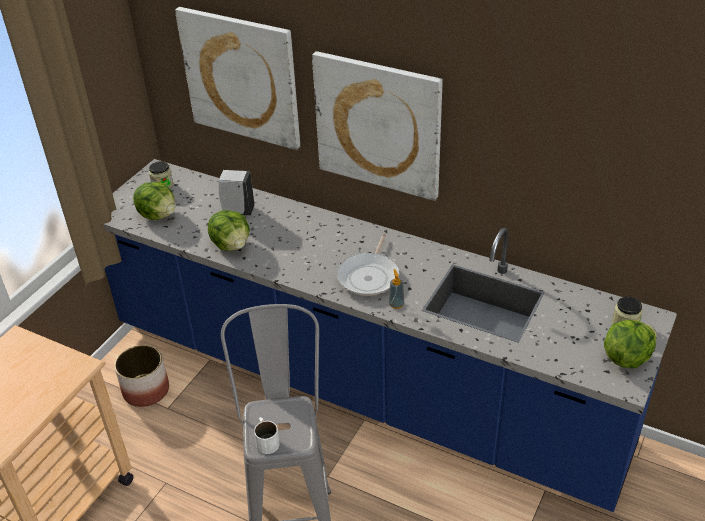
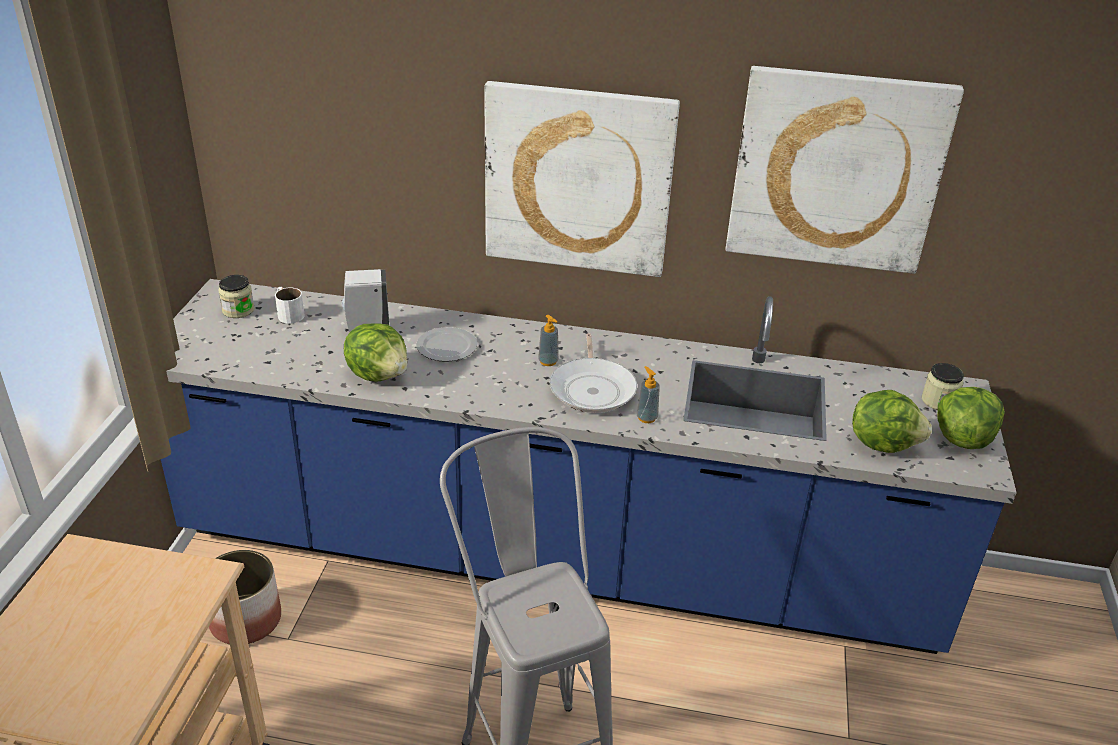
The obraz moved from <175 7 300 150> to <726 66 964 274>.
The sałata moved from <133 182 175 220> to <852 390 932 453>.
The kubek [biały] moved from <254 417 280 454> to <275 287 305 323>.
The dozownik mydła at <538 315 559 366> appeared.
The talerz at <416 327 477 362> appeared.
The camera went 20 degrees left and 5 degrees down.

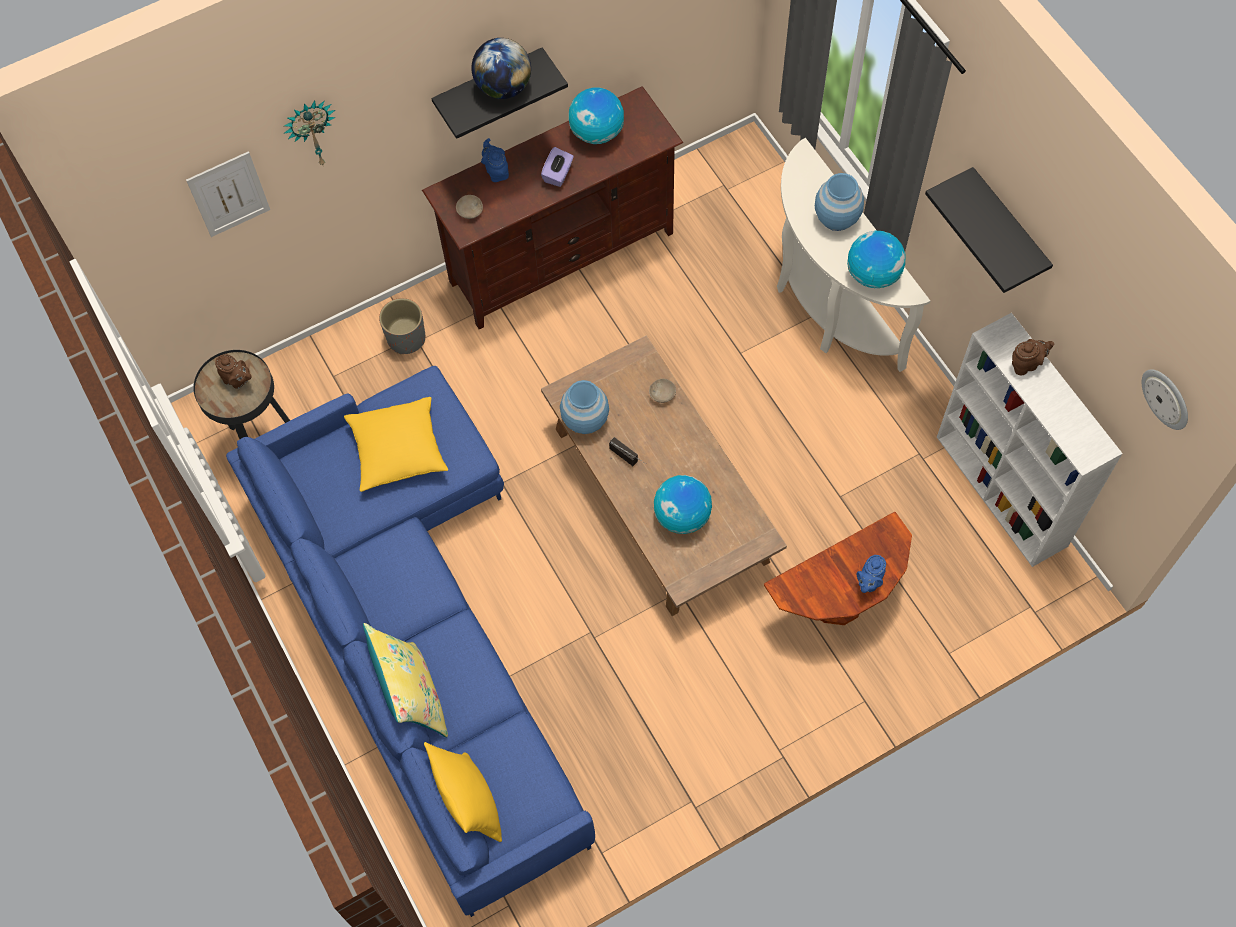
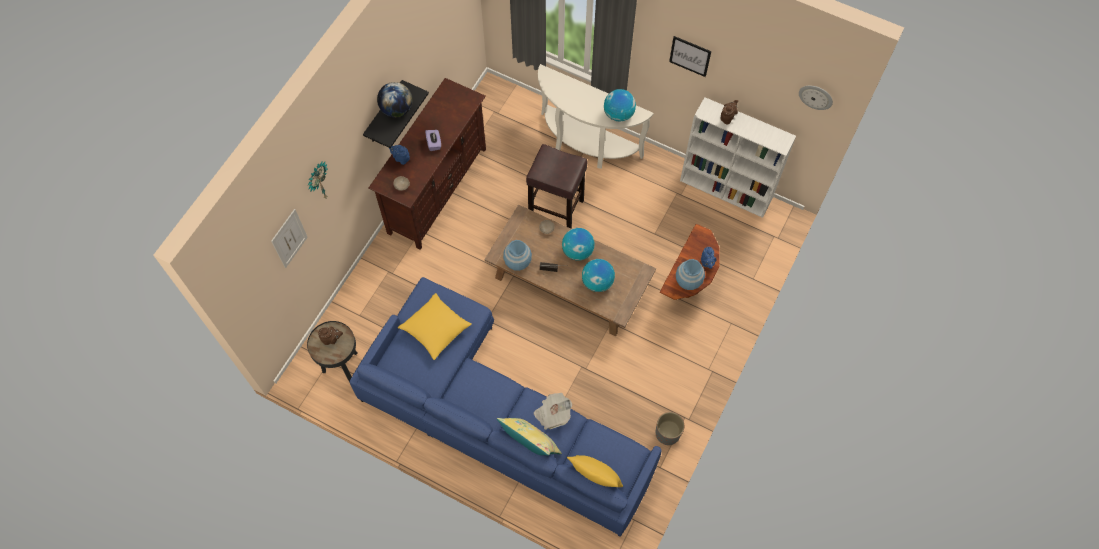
The globus moved from <569 88 624 144> to <562 228 594 261>.
The półka [czarny] at <925 167 1053 293> was replaced by the obraz at <669 36 711 77>.
The wazon [niebieski] moved from <815 173 864 231> to <676 259 705 290>.
The donica [szary] moved from <379 298 425 354> to <656 412 684 445>.
The stołek [brązowy] at <526 144 588 229> appeared.
The gazeta at <534 393 573 430> appeared.
The camera went 35 degrees left and 0 degrees up.

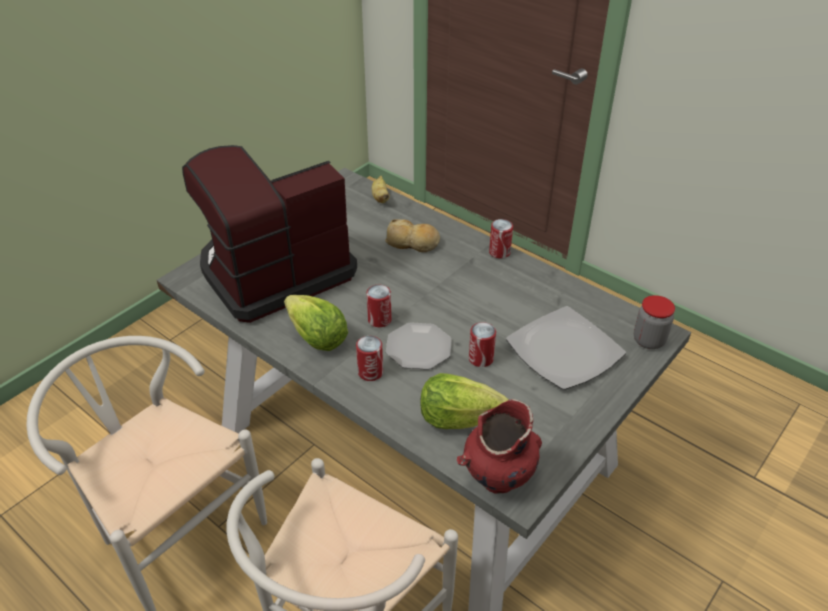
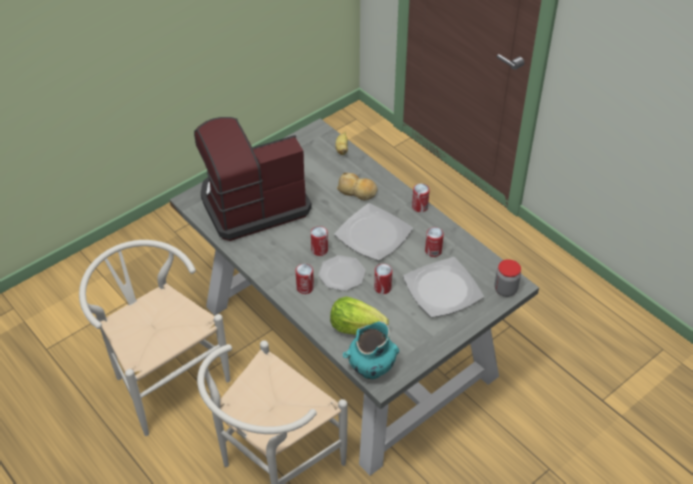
The sałata at <284 295 348 351> disappeared.
The wazon [czerwony] at <457 399 542 494> became the wazon [turkusowy] at <343 321 399 379>.
The talerz at <334 203 413 261> appeared.
The puszka at <425 227 444 257> appeared.
The camera went 10 degrees right and 5 degrees up.

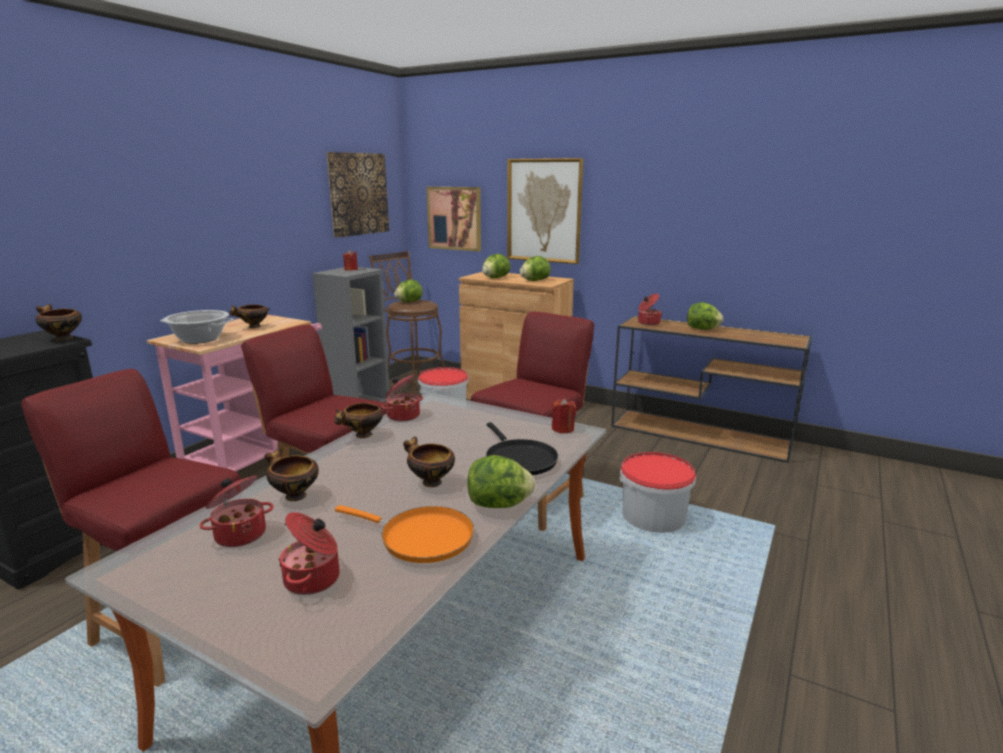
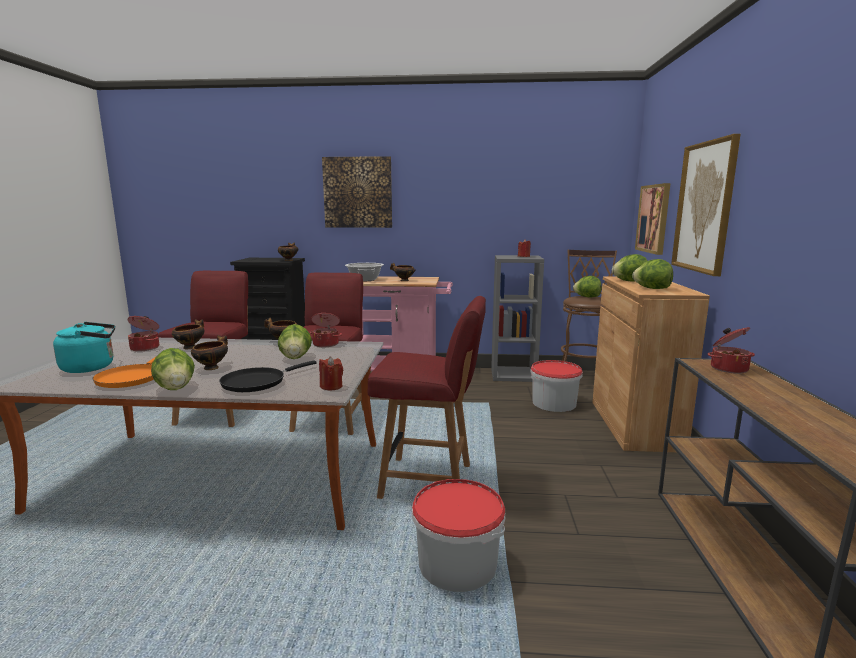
The obraz moved from <327 152 389 238> to <322 156 392 228>.
The sałata moved from <687 302 723 330> to <278 324 312 359>.
The garnek at <279 512 340 595> was replaced by the czajnik [turkusowy] at <53 322 115 373>.
The camera went 65 degrees right and 5 degrees down.

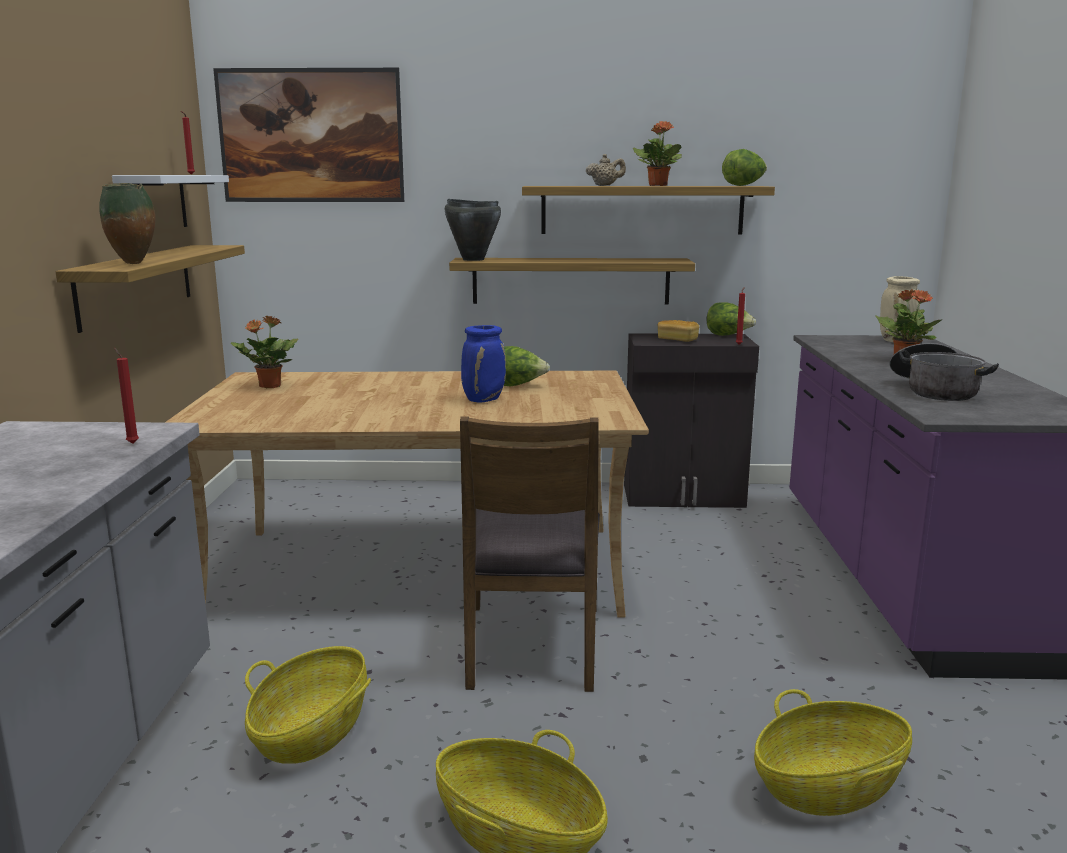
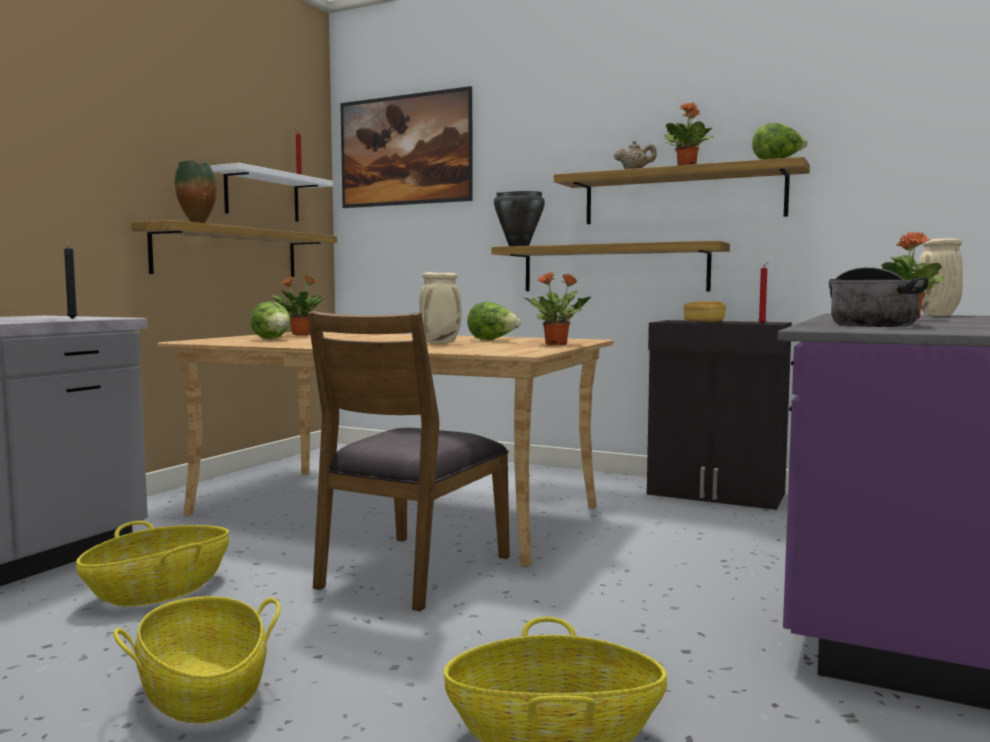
The sałata moved from <707 302 756 336> to <250 301 291 339>.
The wazon [niebieski] at <461 325 506 402> became the wazon [beżowy] at <419 272 462 343>.
The świeca [czerwony] at <114 348 139 444> became the świeca [czarny] at <64 241 78 319>.
The roślina doniczkowa at <525 272 591 345> appeared.
The camera went 25 degrees right and 10 degrees down.

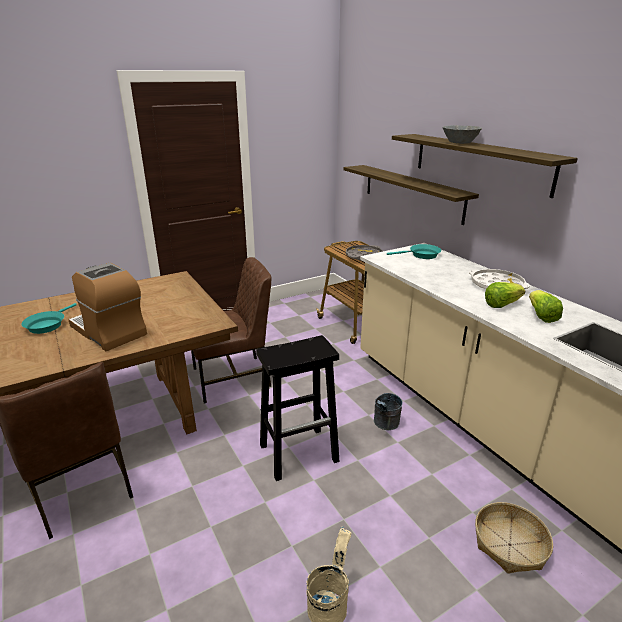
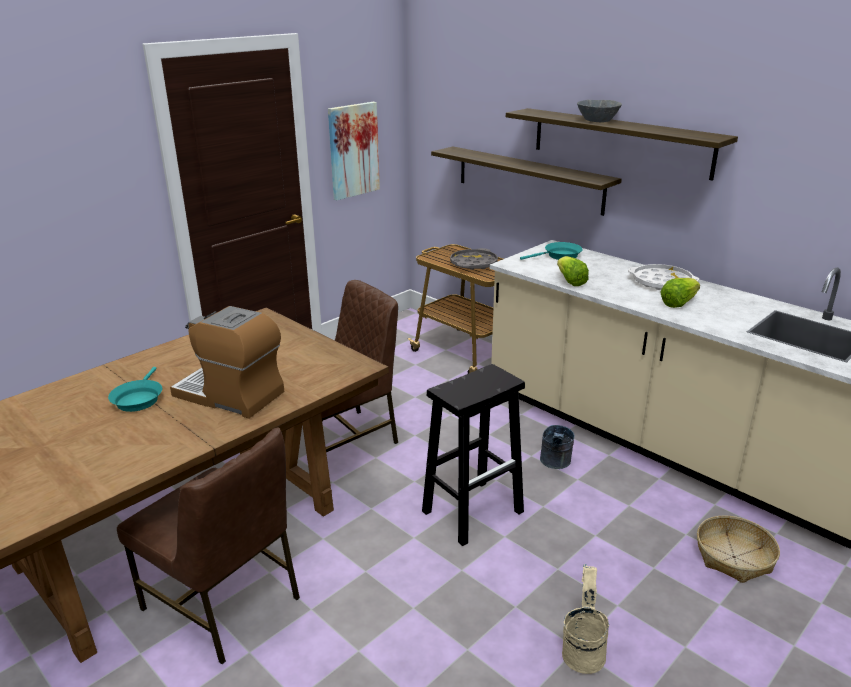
The sałata moved from <529 290 563 323> to <557 256 589 286>.
The obraz at <328 102 380 200> appeared.
The camera went 15 degrees left and 0 degrees up.

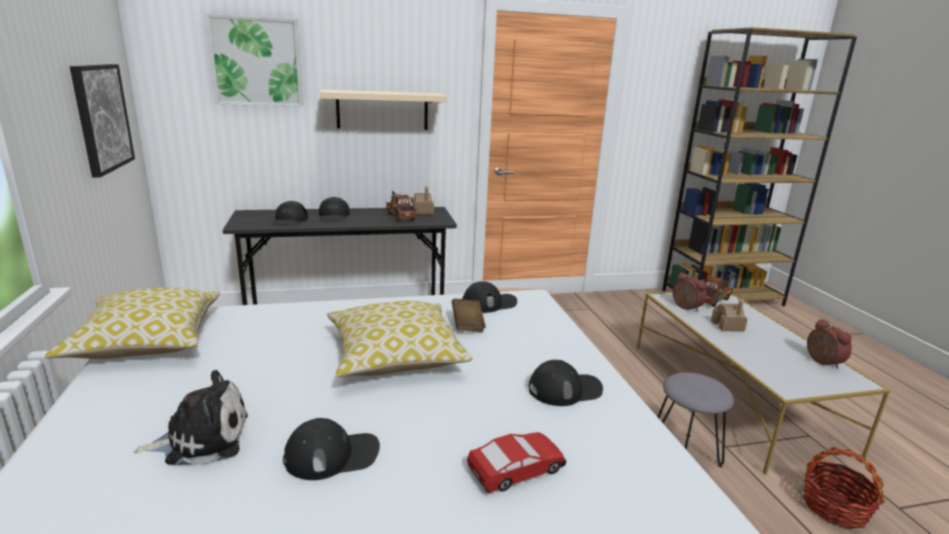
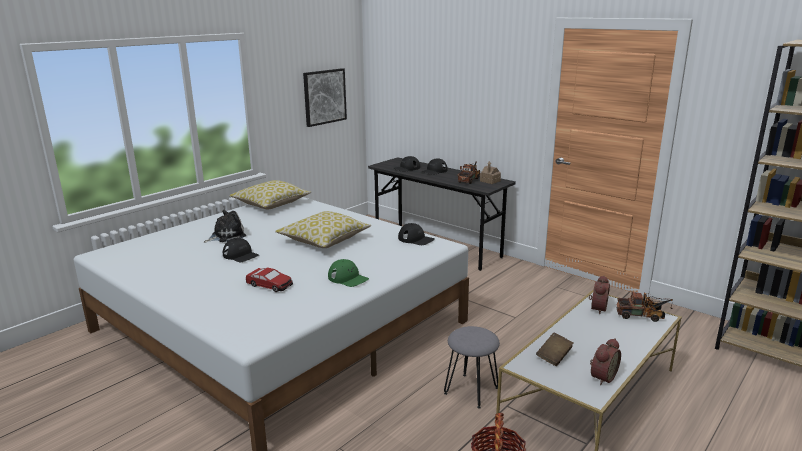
The obraz at <206 14 303 107> disappeared.
The półka [beżowy] at <320 90 447 130> disappeared.
The domek at <711 298 748 331> disappeared.
The książka [brązowy] moved from <452 299 486 332> to <536 333 573 366>.
The czapka z daszkiem [czarny] at <528 360 603 406> became the czapka z daszkiem [zielony] at <328 259 369 287>.
The pluszak at <134 370 248 465> turned 75 degrees counterclockwise.
The camera went 55 degrees right and 0 degrees up.

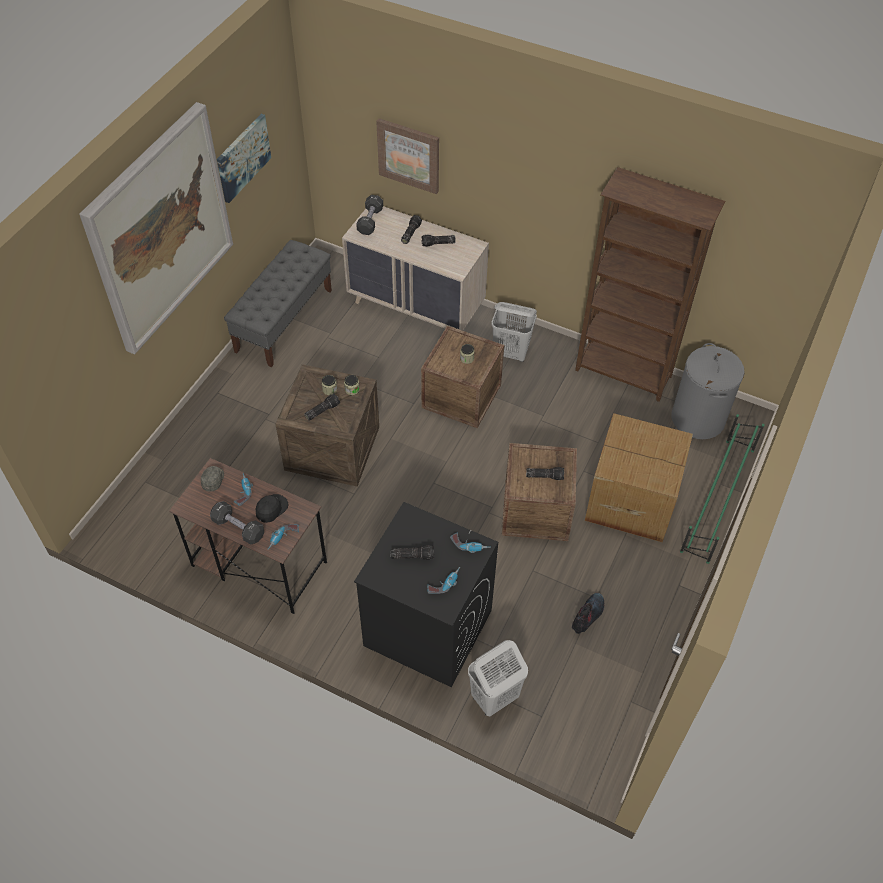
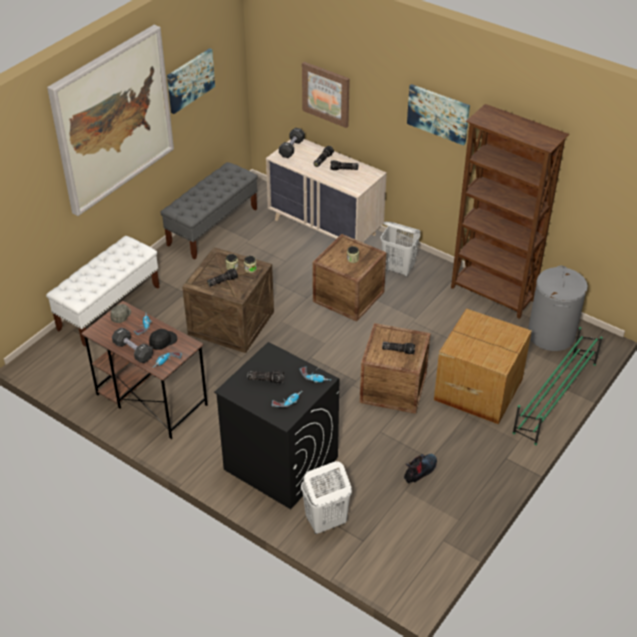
The obraz at <407 84 470 146> appeared.
The ławka [biały] at <46 236 160 347> appeared.
The camera went 10 degrees right and 10 degrees down.

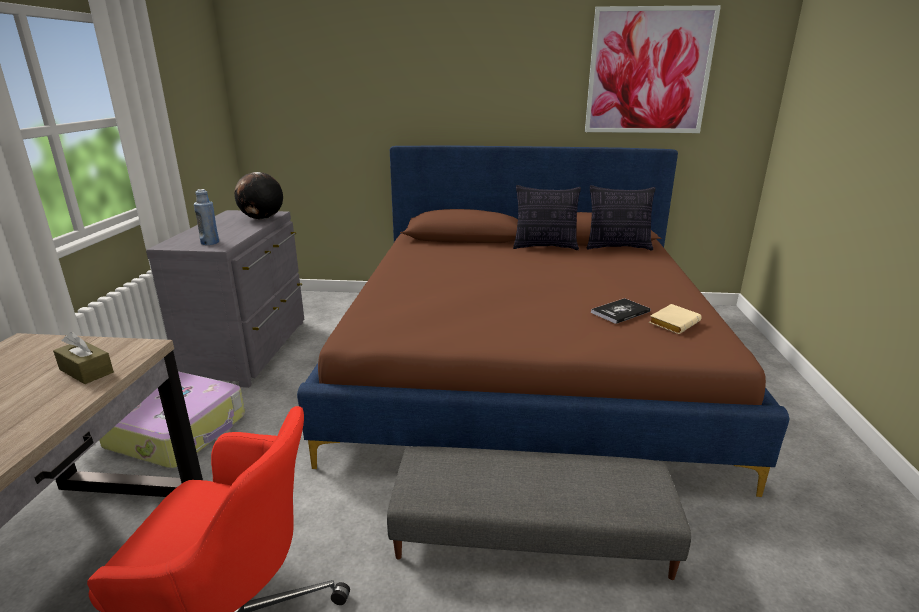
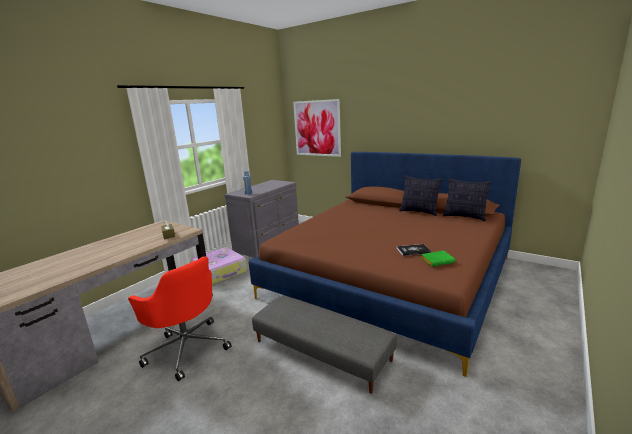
The obraz moved from <585 5 721 133> to <293 99 341 157>.
The globus at <234 172 283 219> disappeared.
The książka [beżowy] at <649 304 702 334> became the książka [zielony] at <421 250 455 267>.
The camera went 30 degrees right and 5 degrees down.

